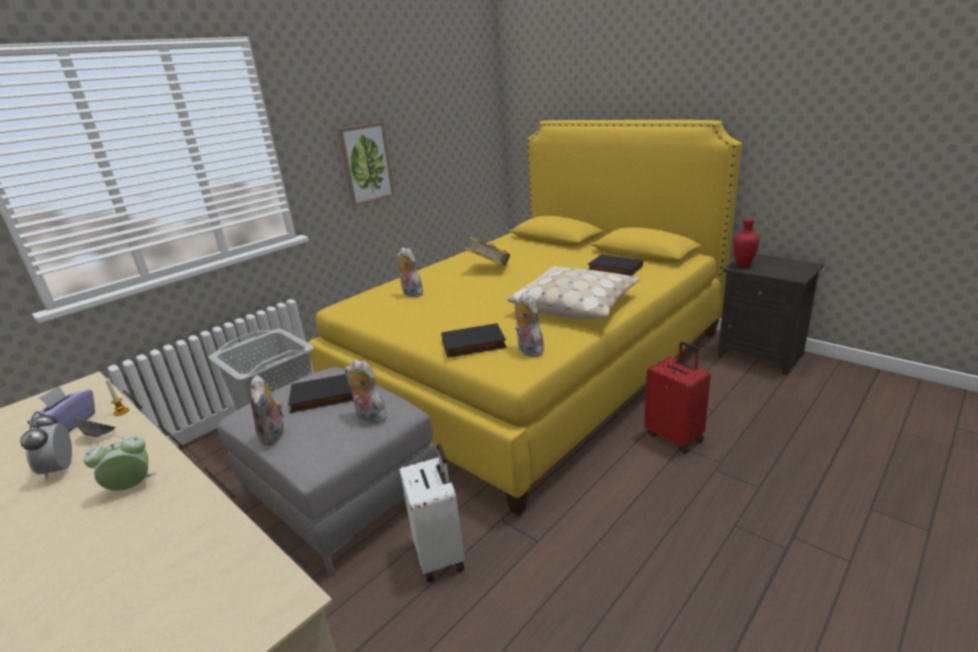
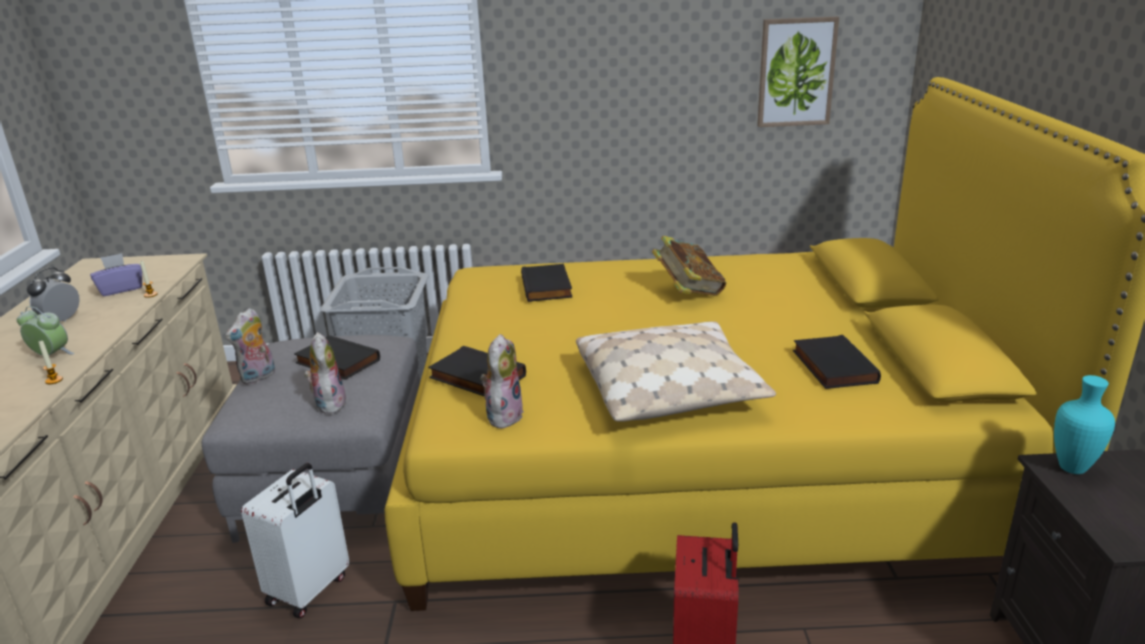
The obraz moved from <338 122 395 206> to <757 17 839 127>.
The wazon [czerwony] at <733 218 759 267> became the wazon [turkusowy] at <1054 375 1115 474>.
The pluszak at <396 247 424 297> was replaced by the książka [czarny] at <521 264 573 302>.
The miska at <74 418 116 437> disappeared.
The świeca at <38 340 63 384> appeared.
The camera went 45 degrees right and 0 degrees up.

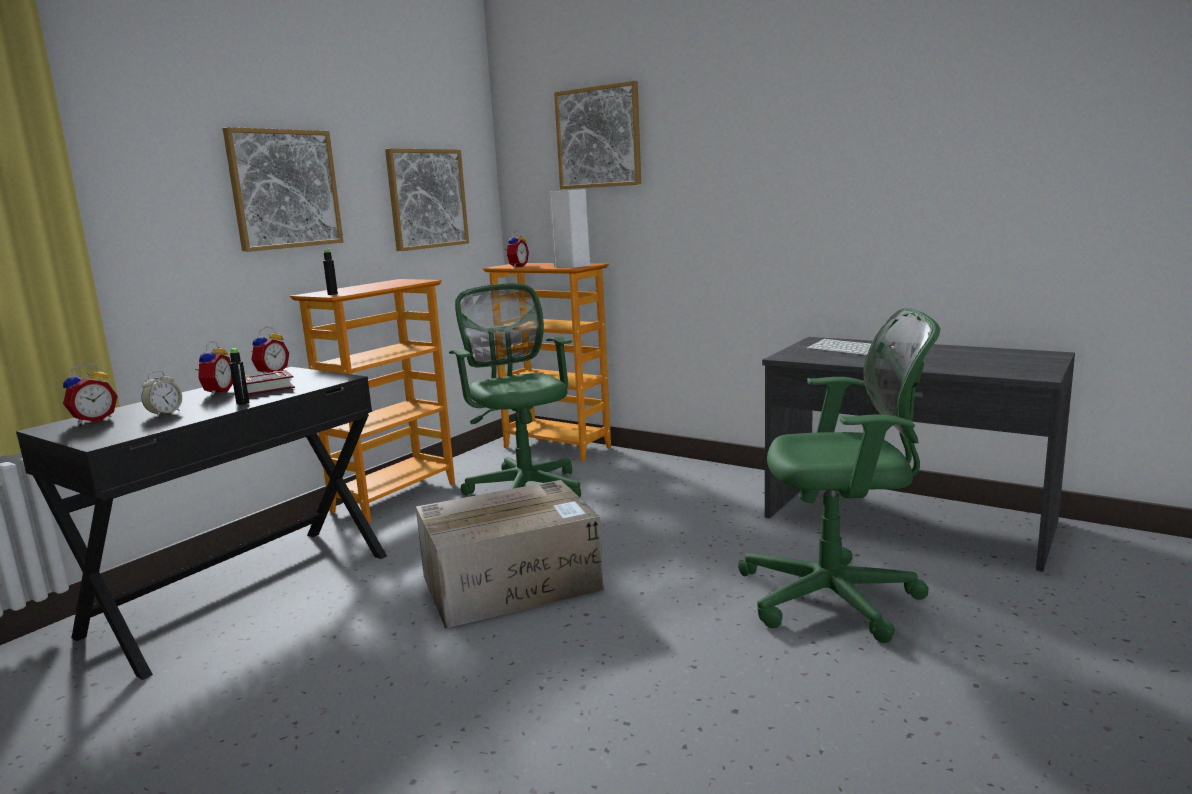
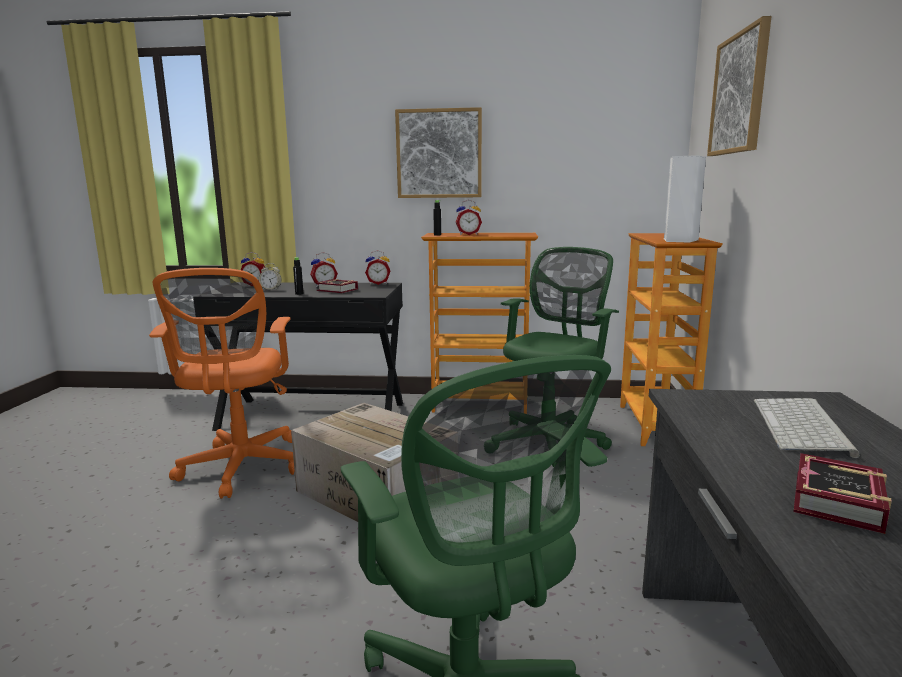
The obraz at <385 148 469 251> disappeared.
The budzik moved from <505 230 529 268> to <456 200 482 235>.
The krzesło biurowe [pomarańczowy] at <149 268 295 498> appeared.
The książka at <793 453 892 534> appeared.
The camera went 60 degrees right and 0 degrees up.

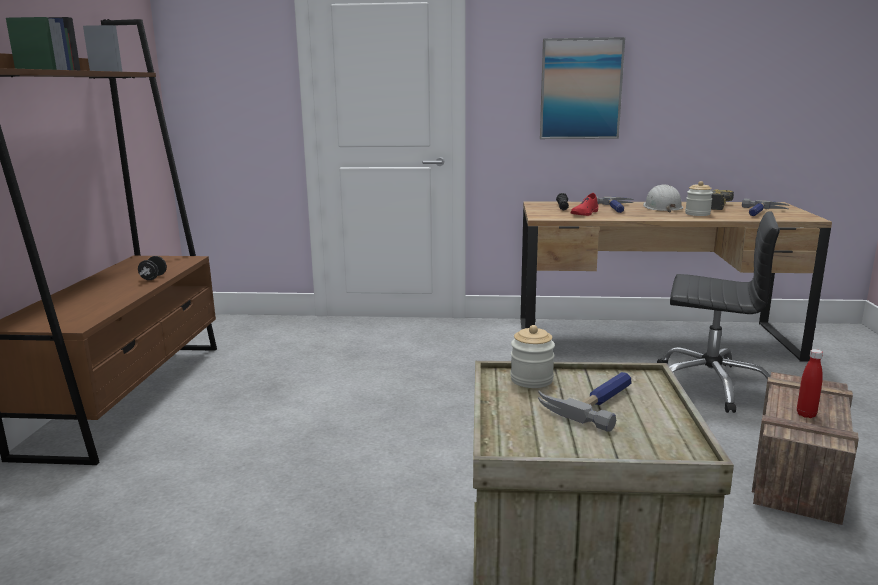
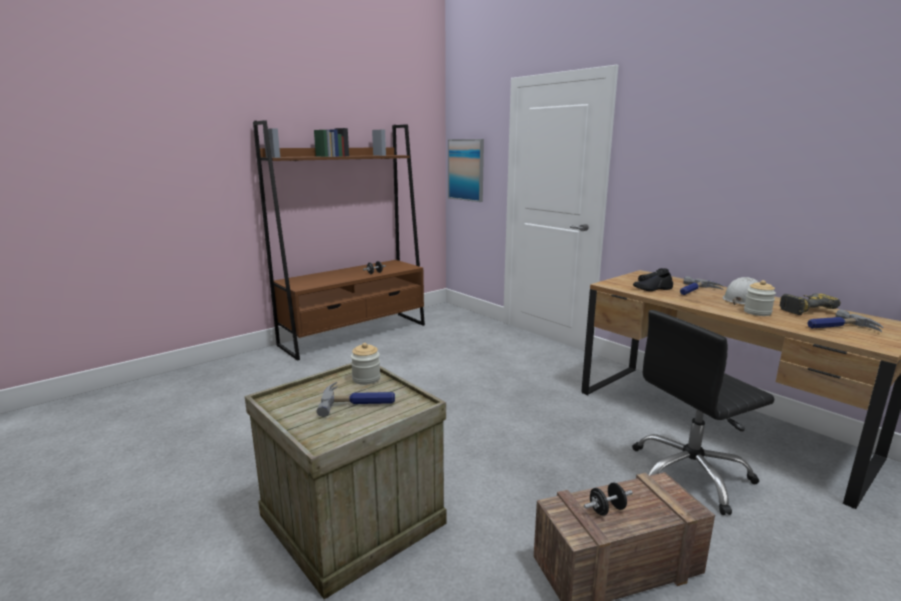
The obraz moved from <540 37 625 139> to <448 139 484 202>.
The but [czerwony] at <570 193 598 216> became the but [czarny] at <633 272 673 291>.
The krzesło biurowe [czarny] at <657 211 780 413> turned 90 degrees clockwise.
The butelka [czerwony] at <797 349 823 418> was replaced by the hantel [czarny] at <584 482 633 516>.
The camera went 45 degrees right and 0 degrees up.

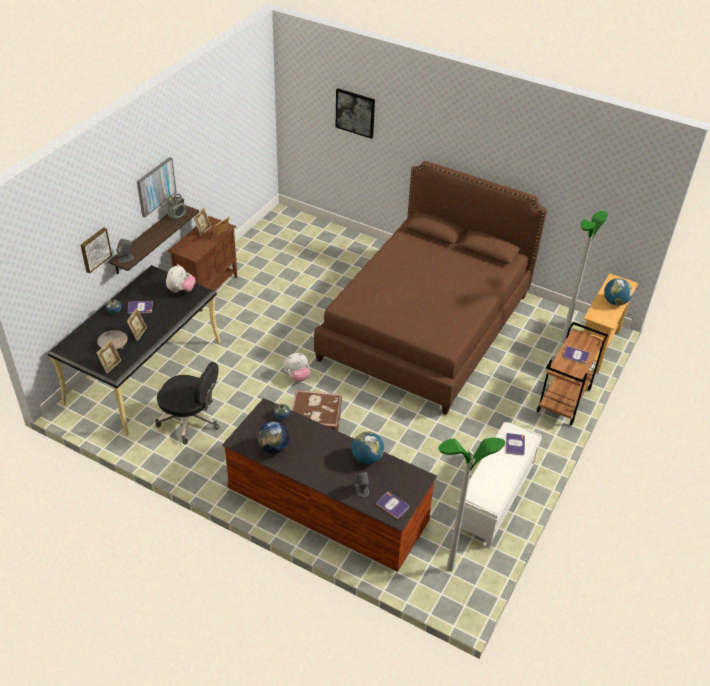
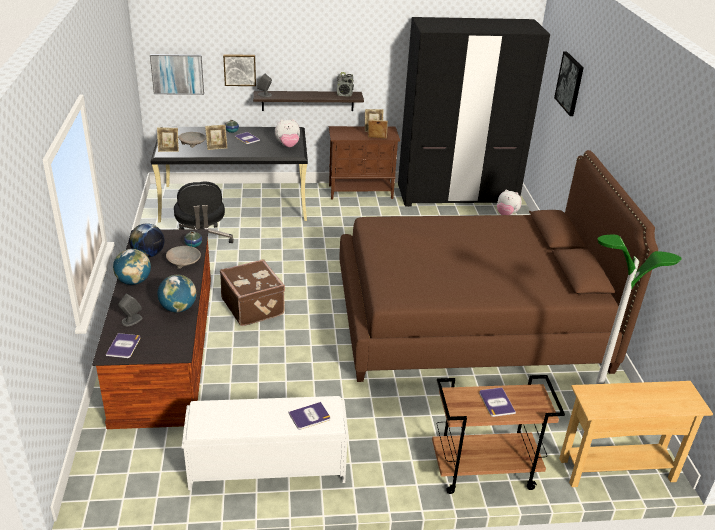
The obraz moved from <137 157 177 217> to <150 54 204 95>.
The globus moved from <604 278 633 306> to <113 249 151 285>.
The pluszak moved from <283 353 310 382> to <497 190 522 215>.
The lampa stojąca at <438 438 506 571> disappeared.
The szafa [czarny] at <398 17 550 207> appeared.
The miska [beżowy] at <166 246 201 269> appeared.
The camera went 55 degrees right and 10 degrees down.

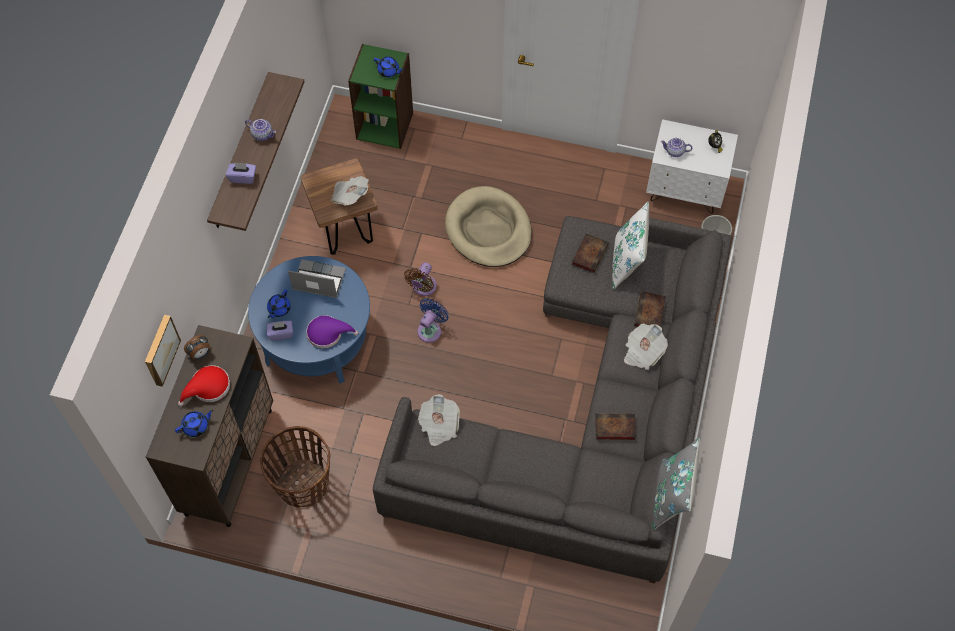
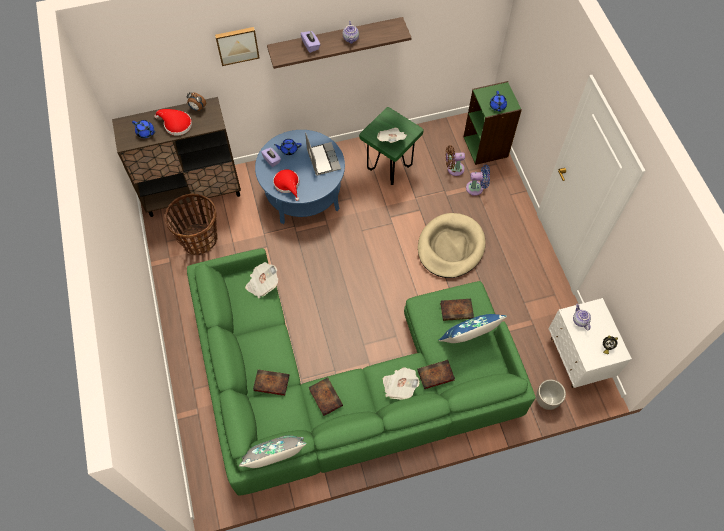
The stołek [brązowy] at <301 158 378 255> became the stołek [zielony] at <359 107 424 185>.
The poduszka [biały] at <612 202 649 290> became the poduszka [niebieski] at <438 314 507 343>.
The kanapa [szary] at <373 216 731 583> became the kanapa [zielony] at <187 248 536 496>.
The wentylator [brązowy] moved from <404 262 437 296> to <446 145 465 176>.
The wentylator [niebieski] moved from <417 298 449 343> to <466 164 490 196>.
The obraz moved from <145 315 181 387> to <215 27 260 66>.
The kapelusz [fioletowy] at <306 315 358 348> became the kapelusz [czerwony] at <273 169 299 201>.
The książka at <253 370 289 396> appeared.
The camera went 60 degrees right and 0 degrees up.

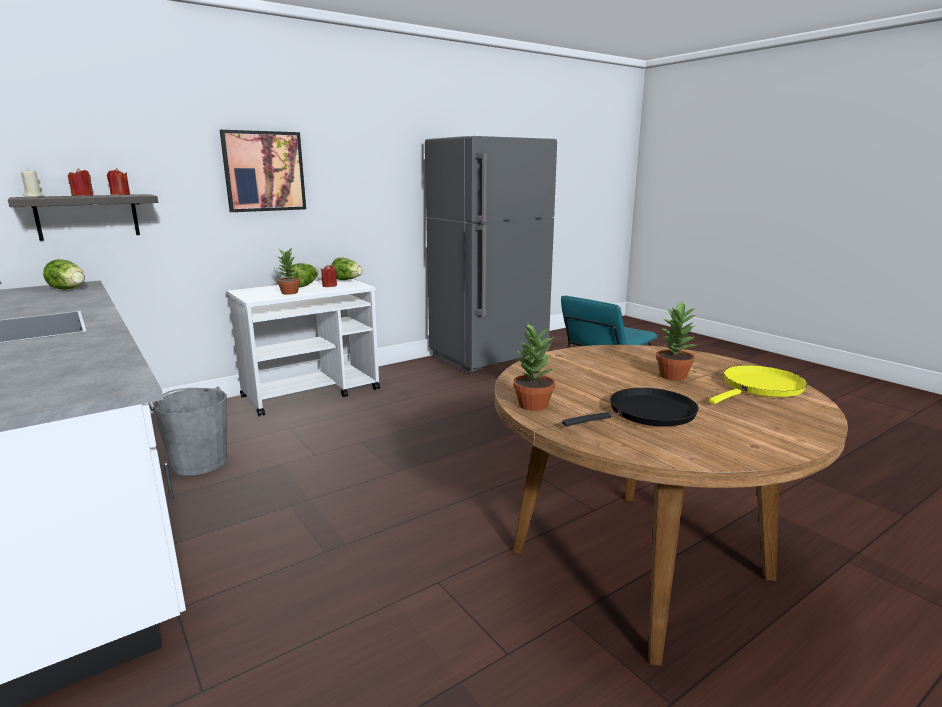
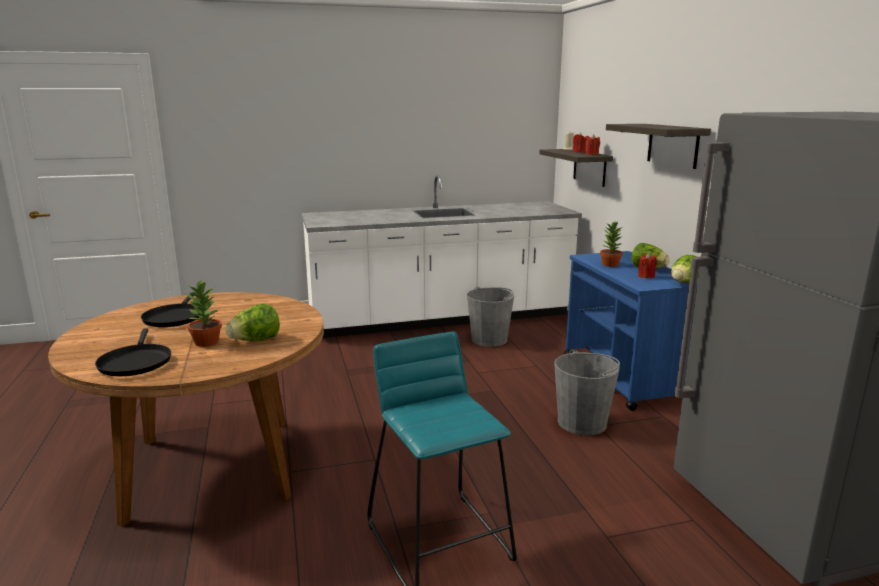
The obraz at <220 130 306 212> was replaced by the półka at <606 124 711 169>.
The sałata moved from <43 259 85 290> to <225 304 280 341>.
The wózek [biały] at <227 279 380 416> became the wózek [niebieski] at <564 251 698 411>.
The roślina doniczkowa at <513 324 555 411> disappeared.
The patelnia [żółty] at <709 365 807 404> became the patelnia [czarny] at <95 328 171 376>.
The wiadro [szary] at <554 350 620 435> appeared.
The camera went 110 degrees right and 0 degrees up.

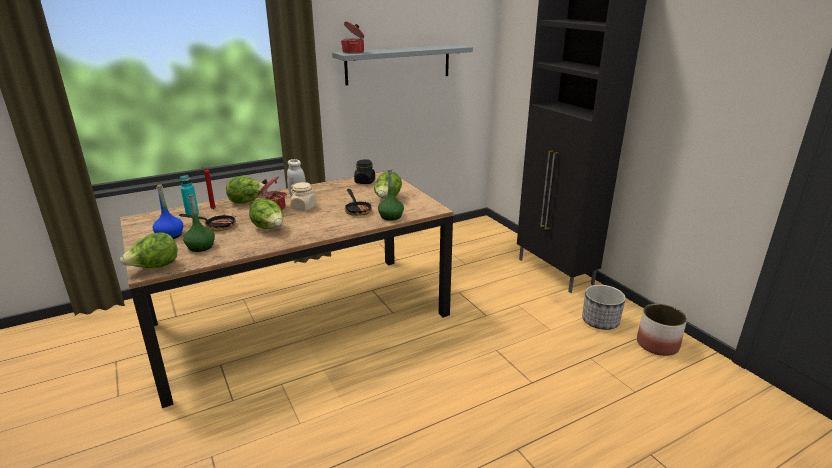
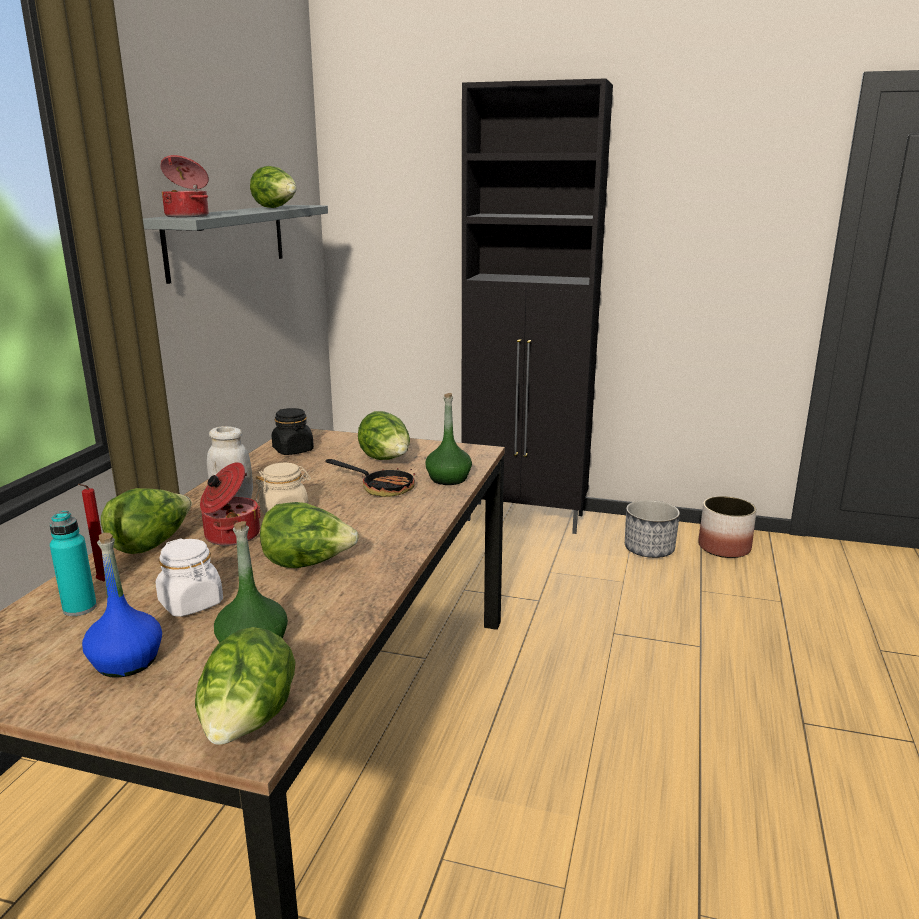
The patelnia at <179 214 236 231> was replaced by the słoik [biały] at <156 538 223 617>.
The sałata at <250 166 297 208> appeared.
The camera went 45 degrees left and 5 degrees down.

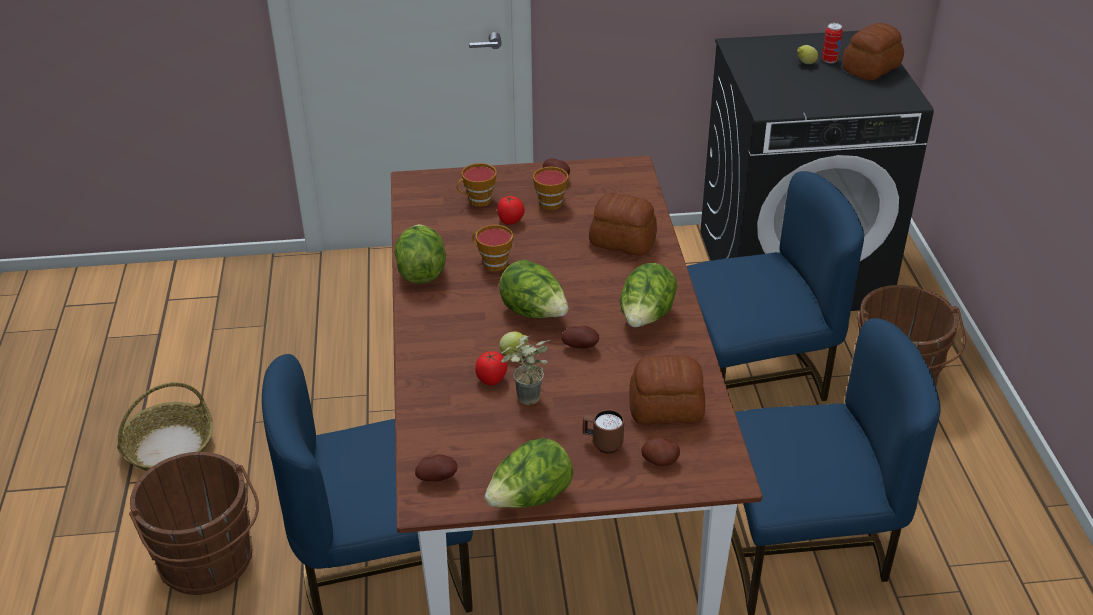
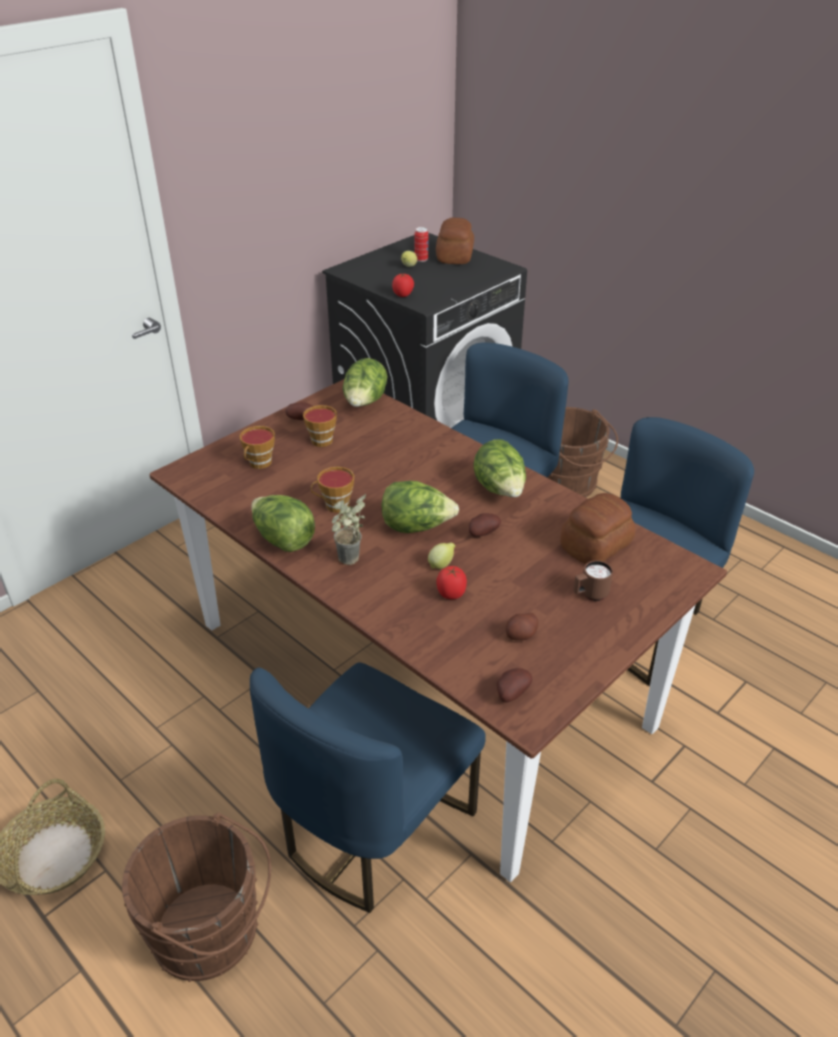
The chleb at <589 193 657 256> disappeared.
The pomidor moved from <497 196 525 225> to <392 273 414 297>.
The roślina doniczkowa moved from <501 335 550 405> to <332 494 366 565>.
The ziemniak moved from <641 437 680 466> to <506 613 538 640>.
The sałata moved from <485 438 573 508> to <343 358 388 407>.
The camera went 40 degrees left and 0 degrees up.

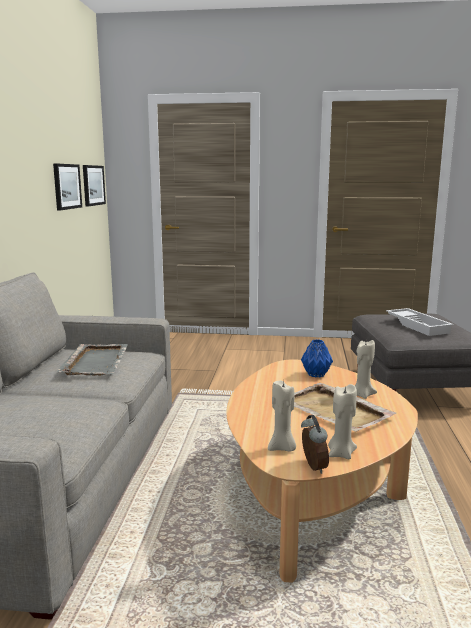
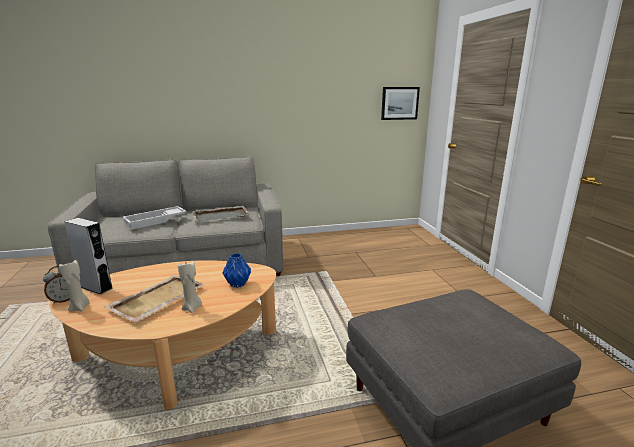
The obraz at <53 163 82 210> disappeared.
The taca [biały] moved from <386 308 454 336> to <123 206 187 230>.
The świeca [beżowy] at <268 380 296 452> was replaced by the głośnik [szary] at <64 218 113 294>.
The camera went 70 degrees right and 5 degrees up.

